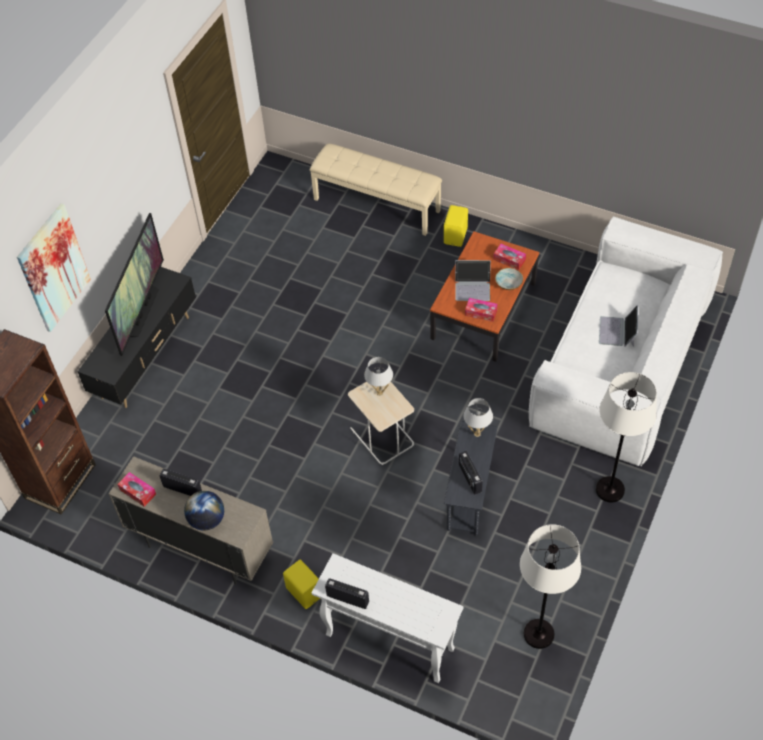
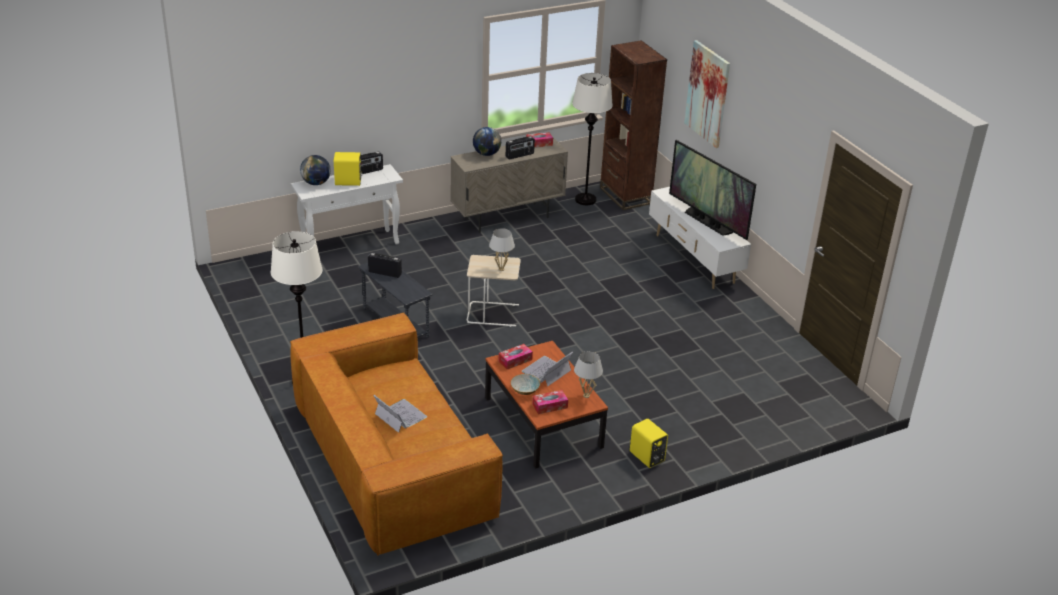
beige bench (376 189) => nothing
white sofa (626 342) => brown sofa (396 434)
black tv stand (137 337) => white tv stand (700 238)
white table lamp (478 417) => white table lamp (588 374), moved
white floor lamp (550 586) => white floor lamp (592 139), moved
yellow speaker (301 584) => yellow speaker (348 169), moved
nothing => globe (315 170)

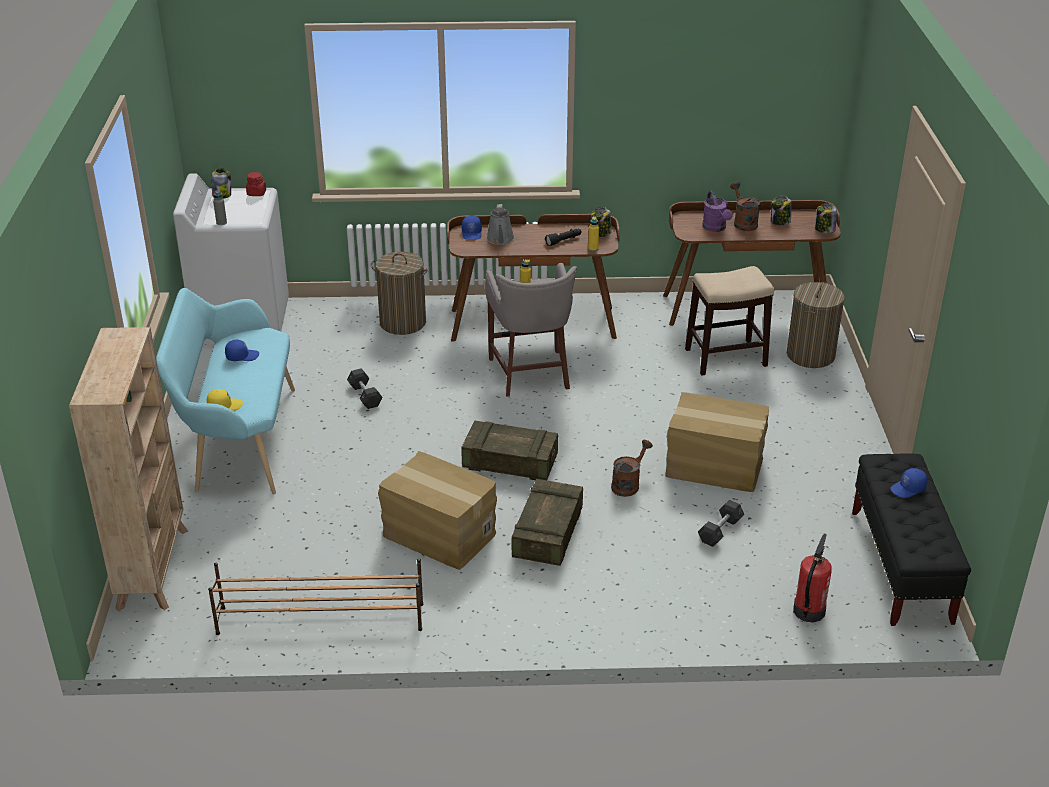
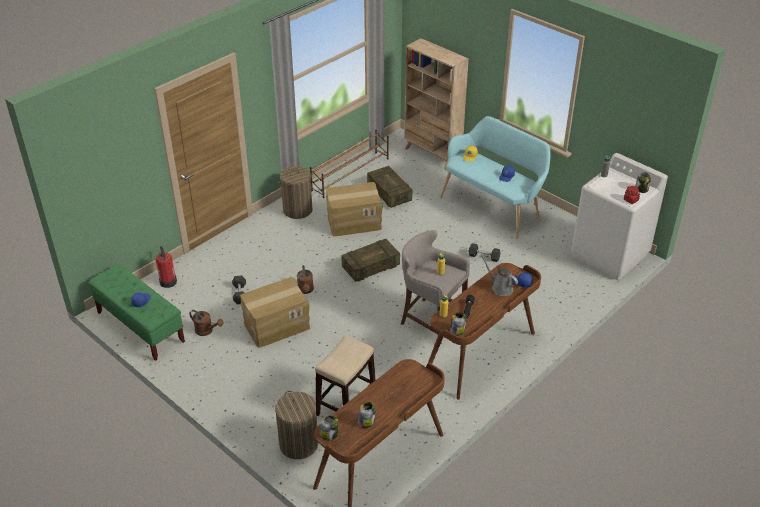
brown watering can (745 206) => brown watering can (206 323), moved
purple watering can (717 211) => nothing
laundry basket (399 293) => laundry basket (295 192), moved
black bench (911 539) => green bench (136 312)
crate (547 522) => crate (389 187), moved

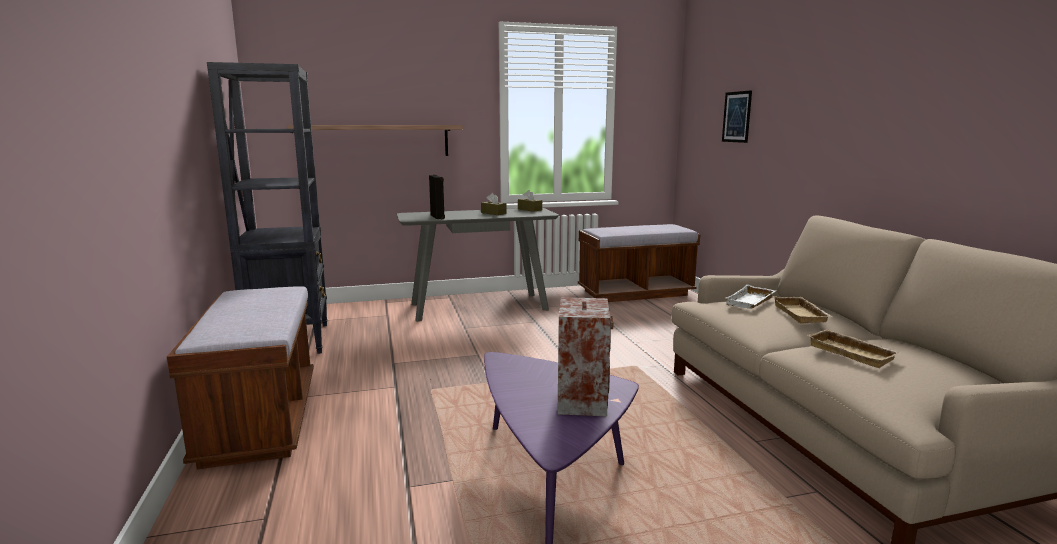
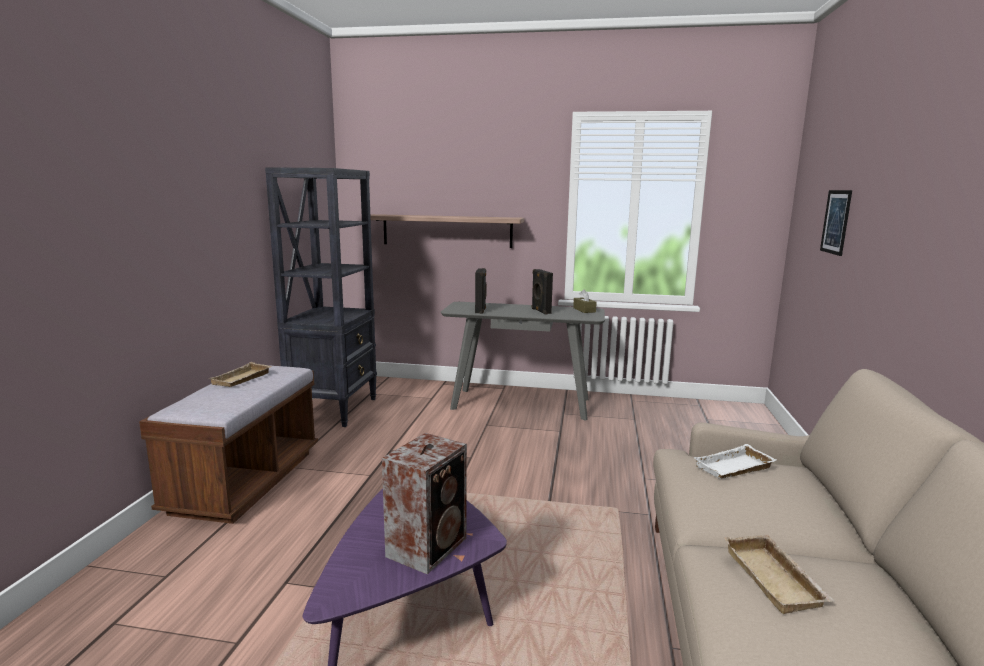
brown tissue box (494 204) => black speaker (542 292)
brown bench (639 263) => nothing
beige tray (802 310) => beige tray (241 374), moved

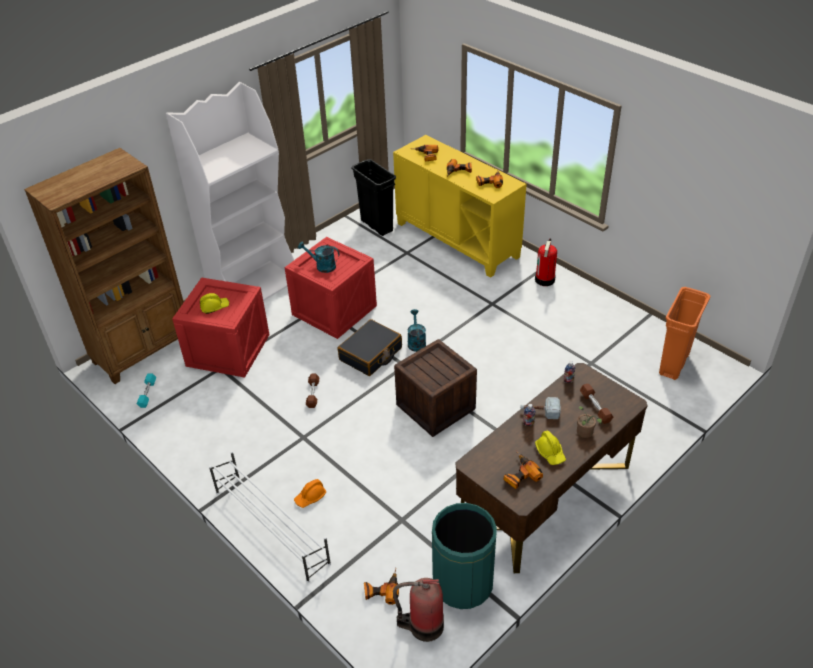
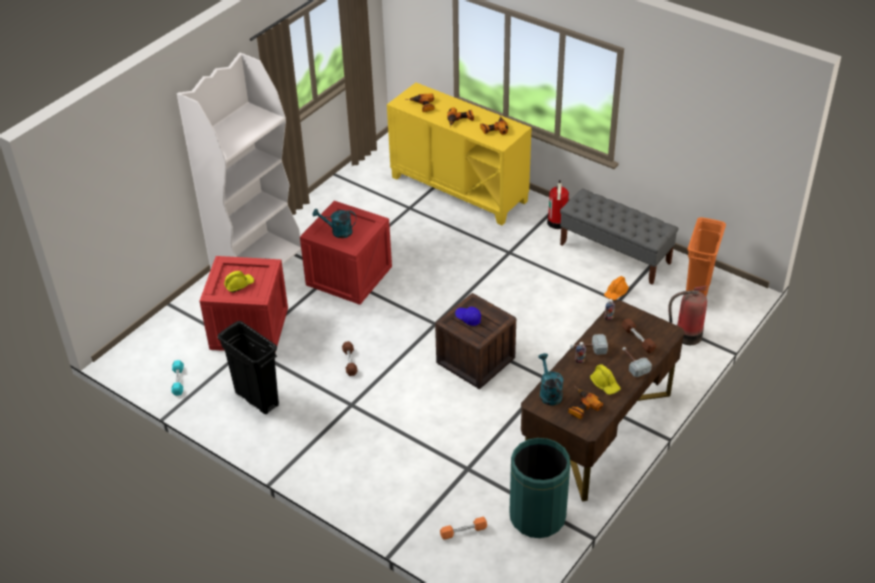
brown bookcase (104 266) => nothing
black trash can (373 197) => black trash can (248 367), moved
turquoise watering can (417 330) => turquoise watering can (550 379), moved
black suitcase (370 347) => nothing
potted plant (589 422) => hammer (637 362)
white shoe rack (270 517) => nothing
orange hard hat (310 493) => orange hard hat (616 288), moved
power drill (381 586) => orange dumbbell (463 528)
fire extinguisher (418 610) => fire extinguisher (687 315), moved
nothing => grey bench (619 236)
nothing => blue cap (468 316)

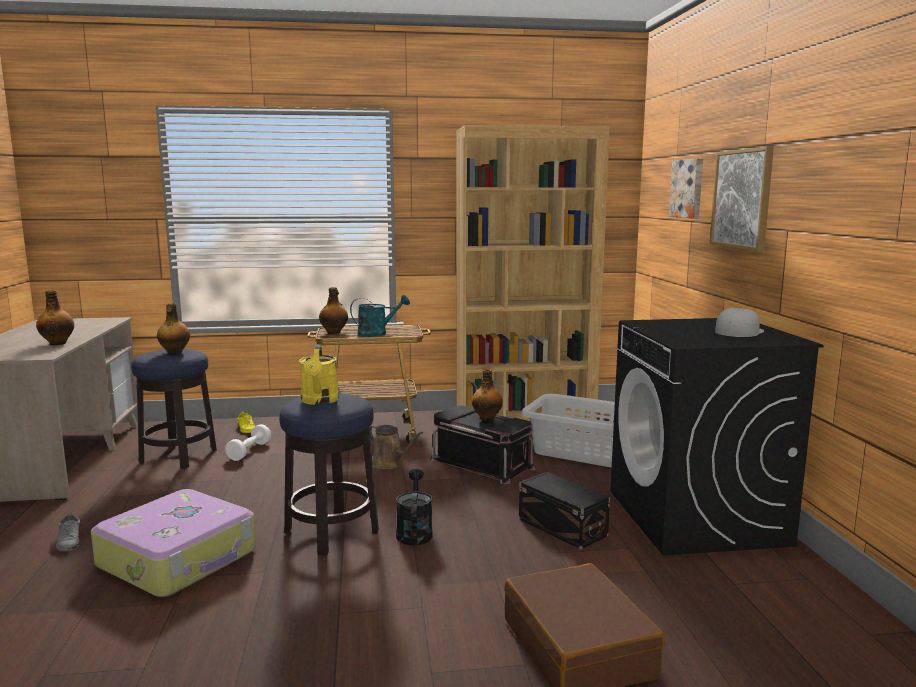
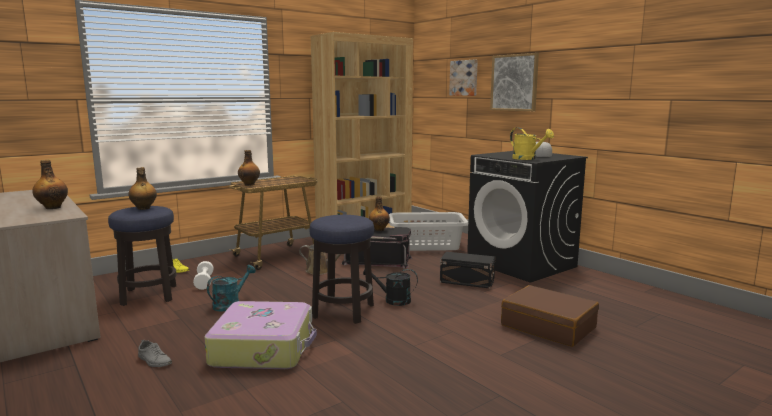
turquoise watering can (380 316) => turquoise watering can (231 288), moved
yellow watering can (319 374) => yellow watering can (532 143), moved
black watering can (414 507) => black watering can (390 287), 45 degrees counterclockwise

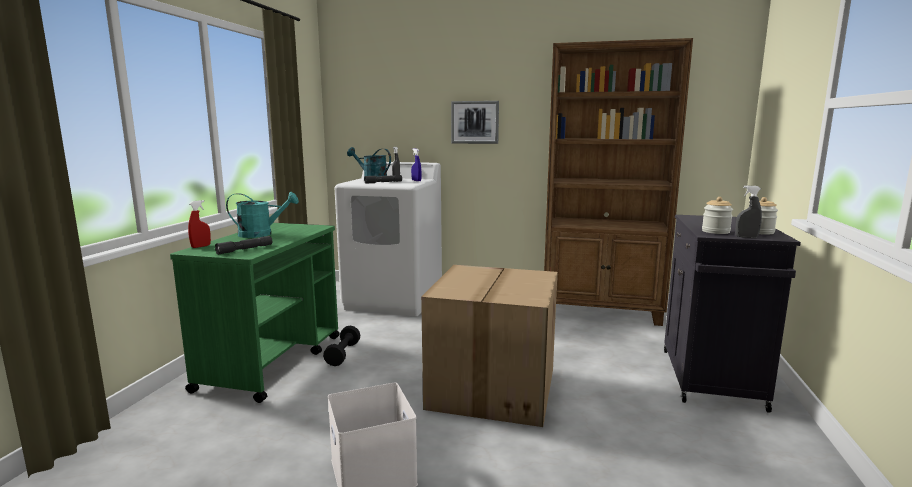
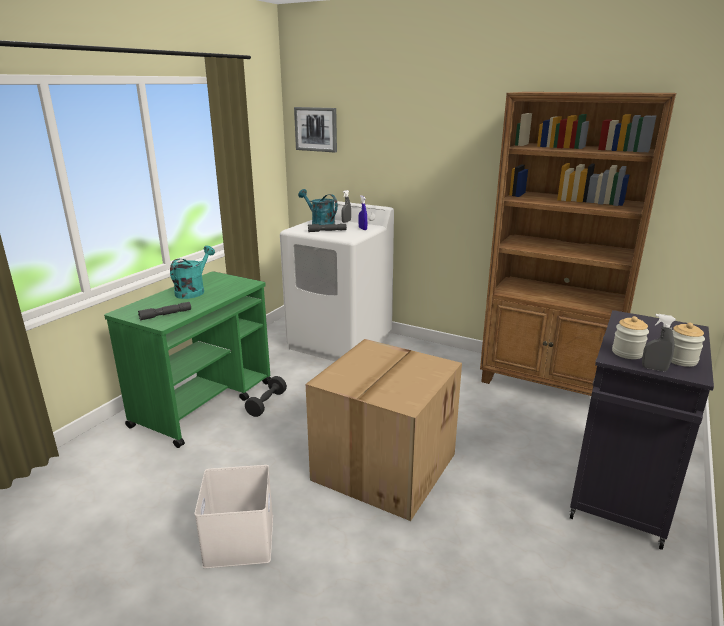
picture (475 122) => picture (315 130), moved
turquoise watering can (262 215) => turquoise watering can (192 272), 75 degrees counterclockwise
red spray bottle (199 224) => nothing

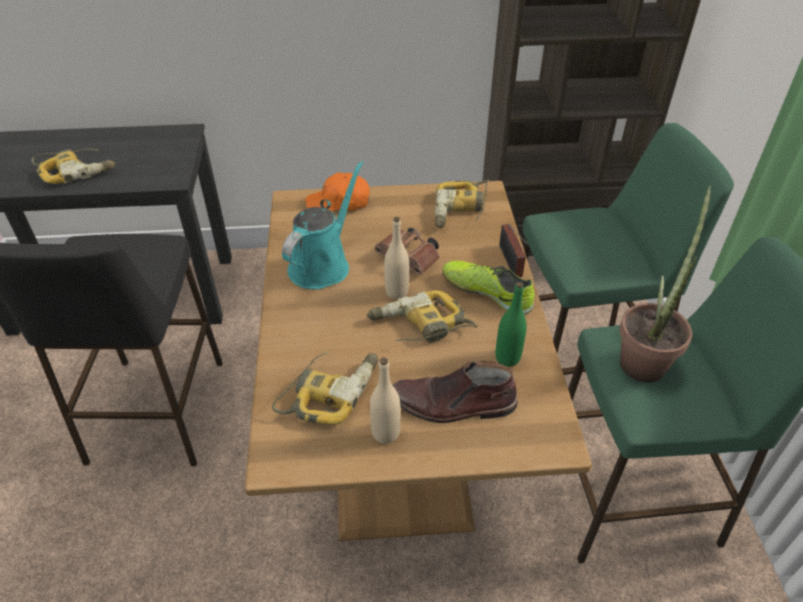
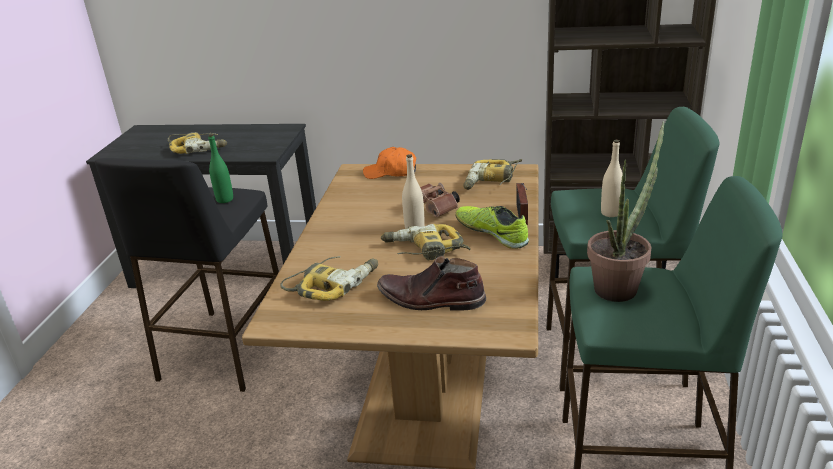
turquoise watering can (323 225) => nothing
green bottle (511 324) => green bottle (220 168), moved
beige bottle (385 400) => beige bottle (612 178), moved

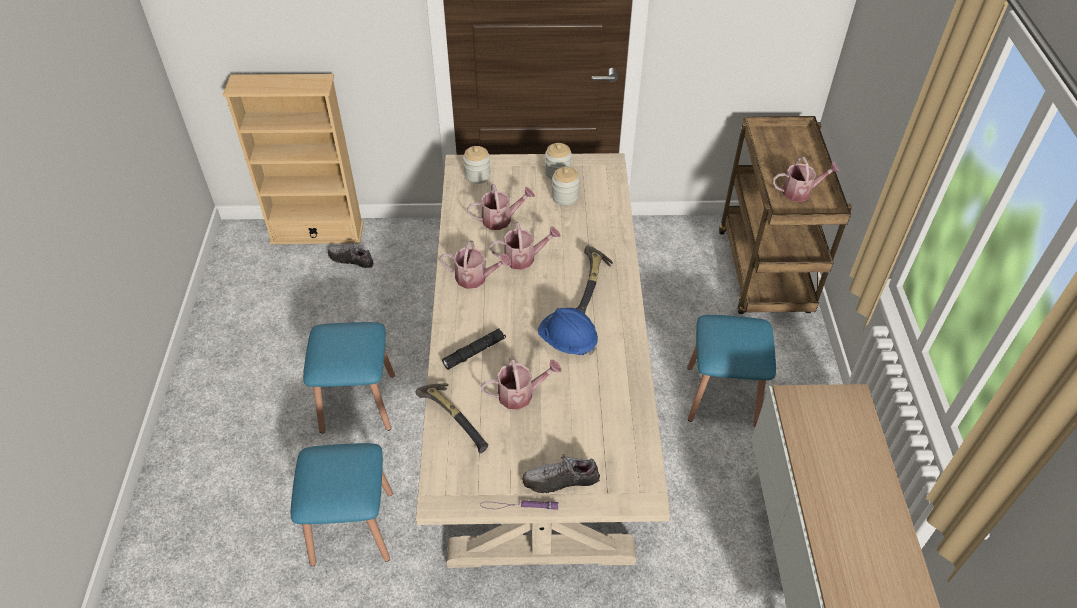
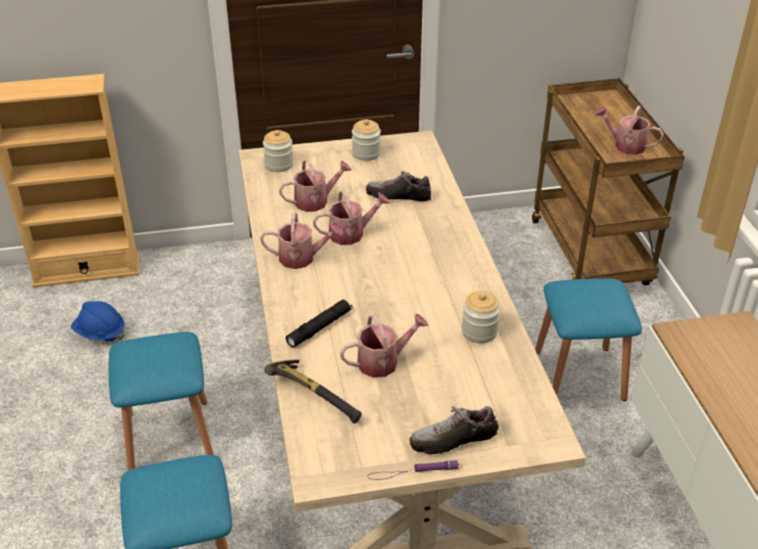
watering can (806 179) => watering can (629 130), 135 degrees counterclockwise
jar (565 186) => jar (480 317), moved
shoe (351 255) => shoe (398 186), moved
hammer (594 279) => nothing
blue hard hat (568 331) => blue hard hat (98 321), moved

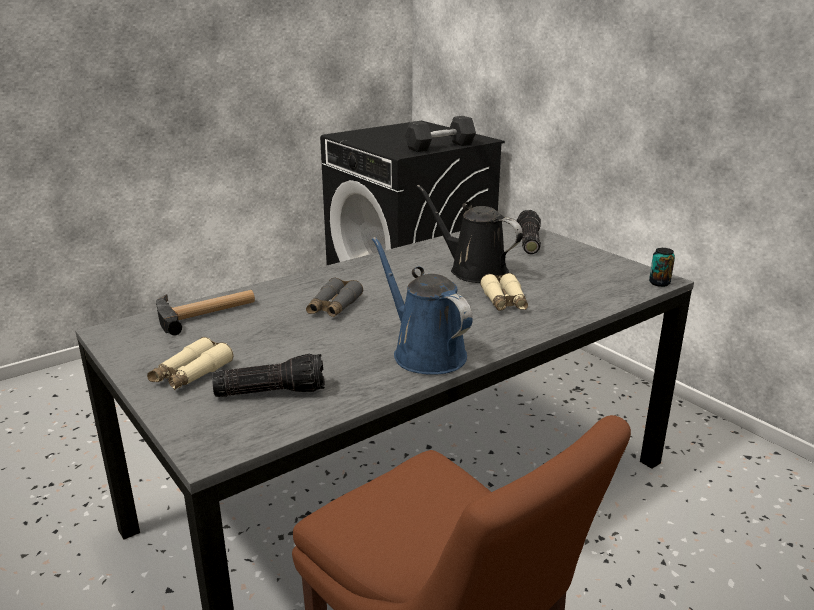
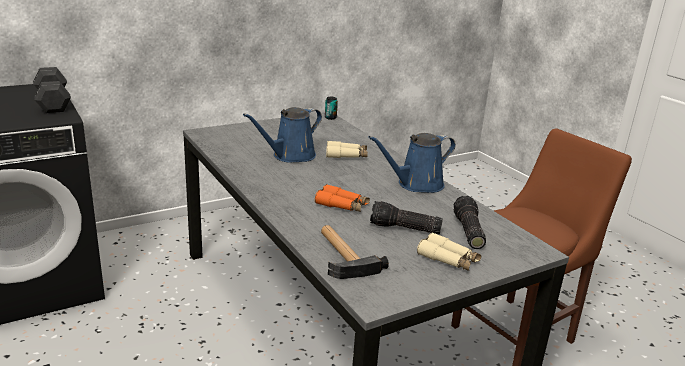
black watering can (469 234) => blue watering can (282 135)
flashlight (529 232) => flashlight (406 217), moved
grey binoculars (334 297) => orange binoculars (342 198)

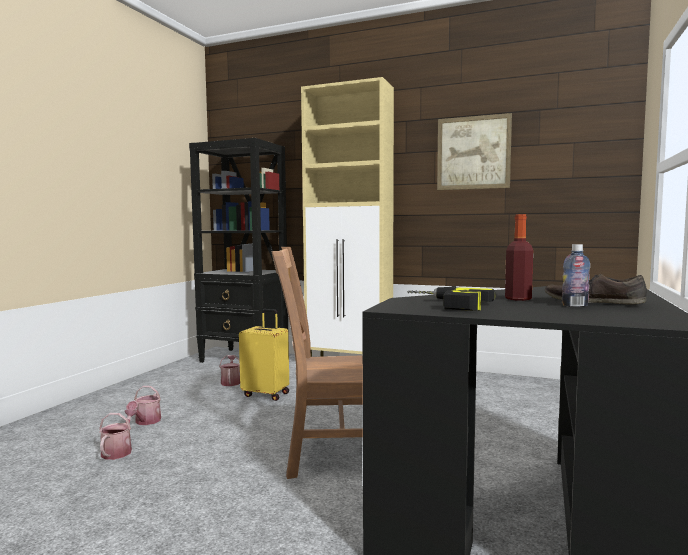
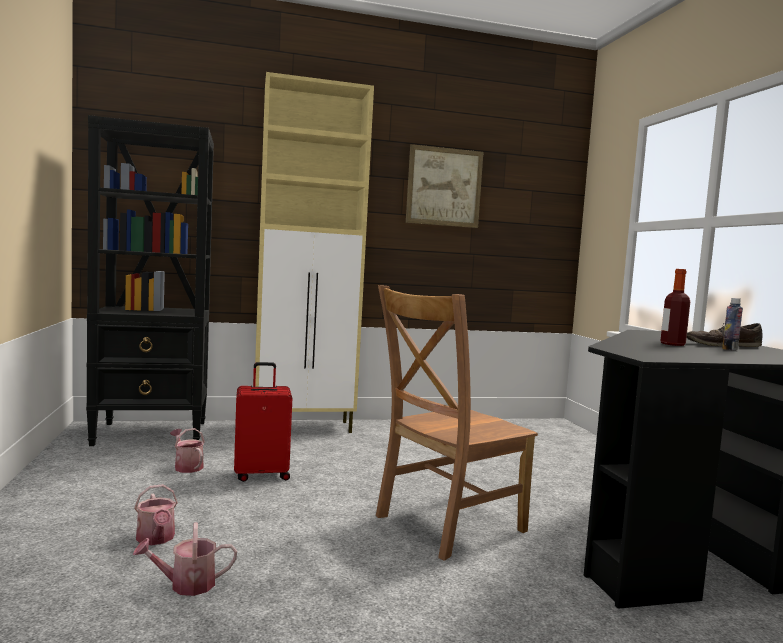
power drill (451 298) => nothing
yellow suitcase (264 355) => red suitcase (263 422)
watering can (118 434) => watering can (185 559), 75 degrees counterclockwise

